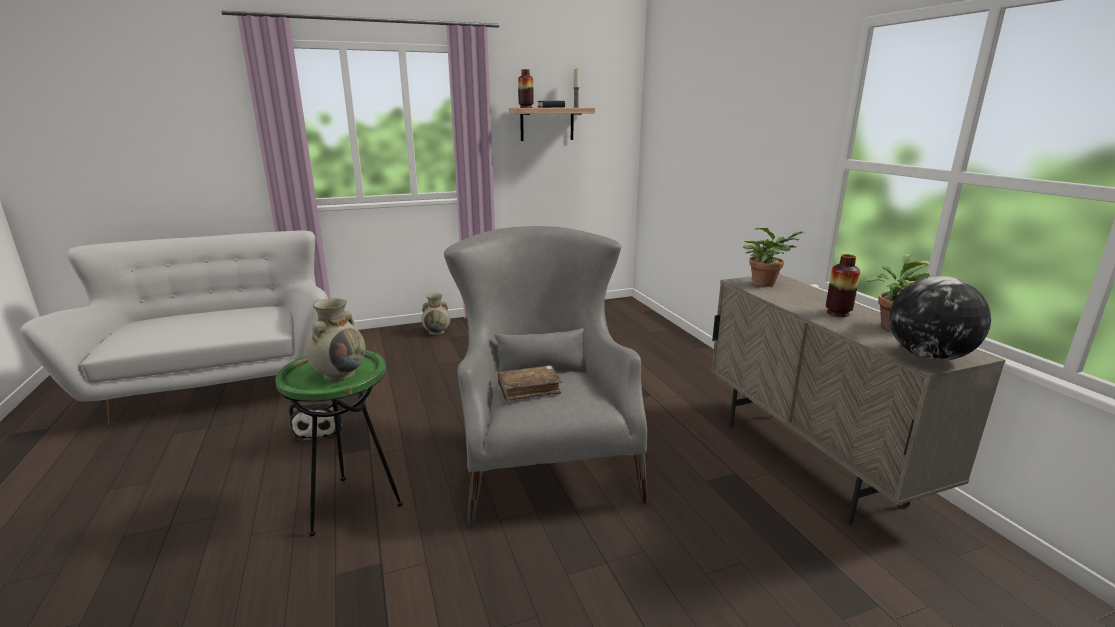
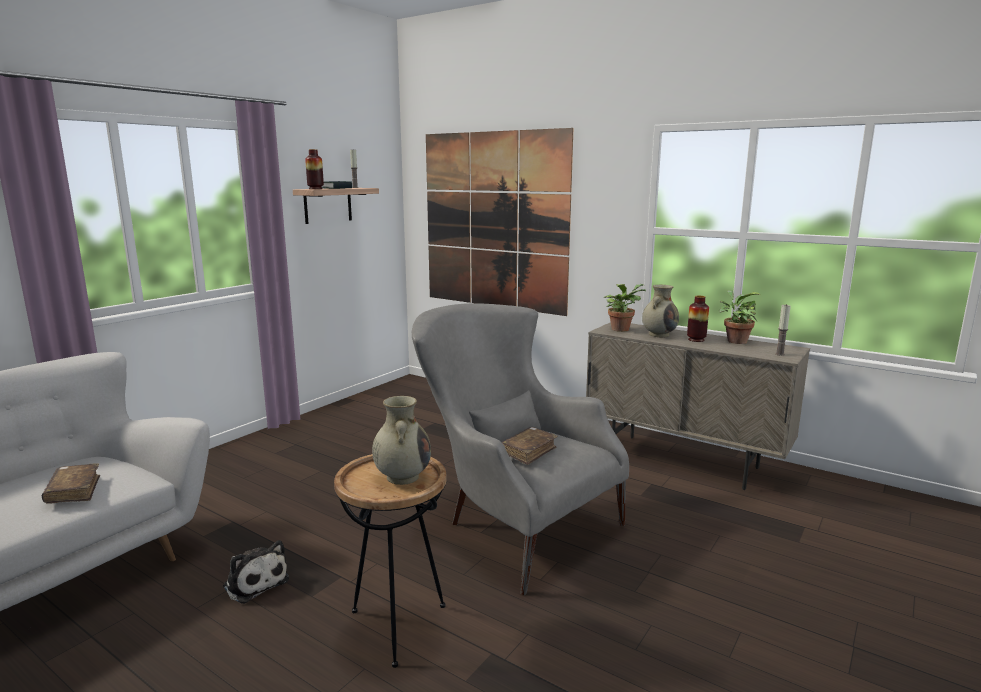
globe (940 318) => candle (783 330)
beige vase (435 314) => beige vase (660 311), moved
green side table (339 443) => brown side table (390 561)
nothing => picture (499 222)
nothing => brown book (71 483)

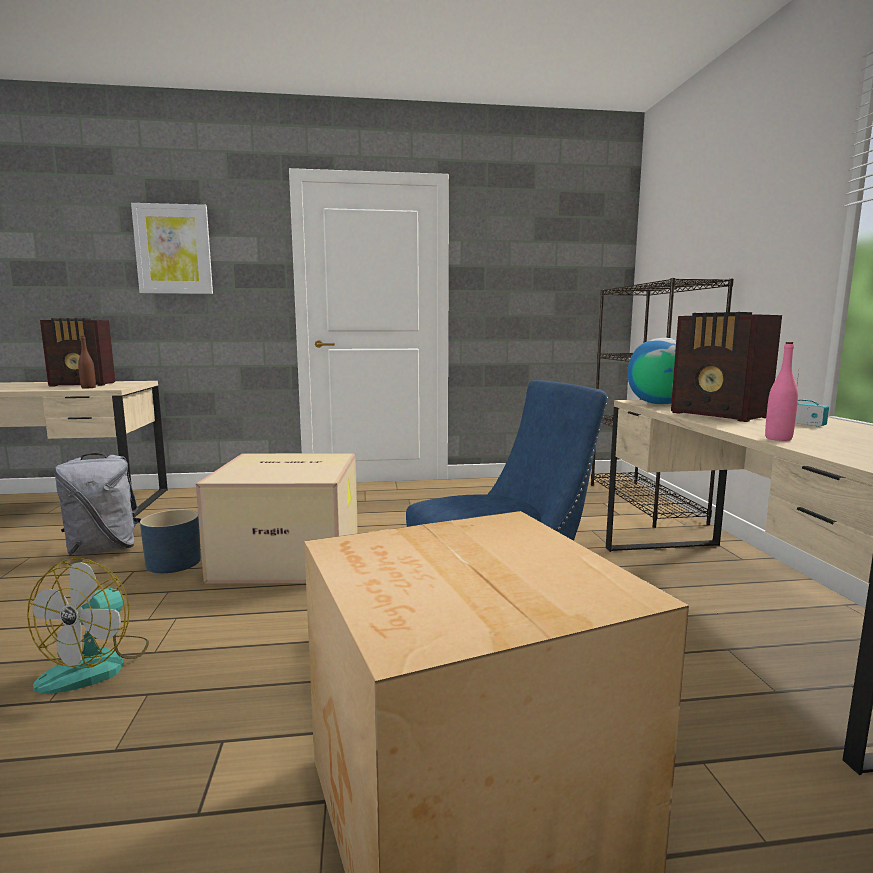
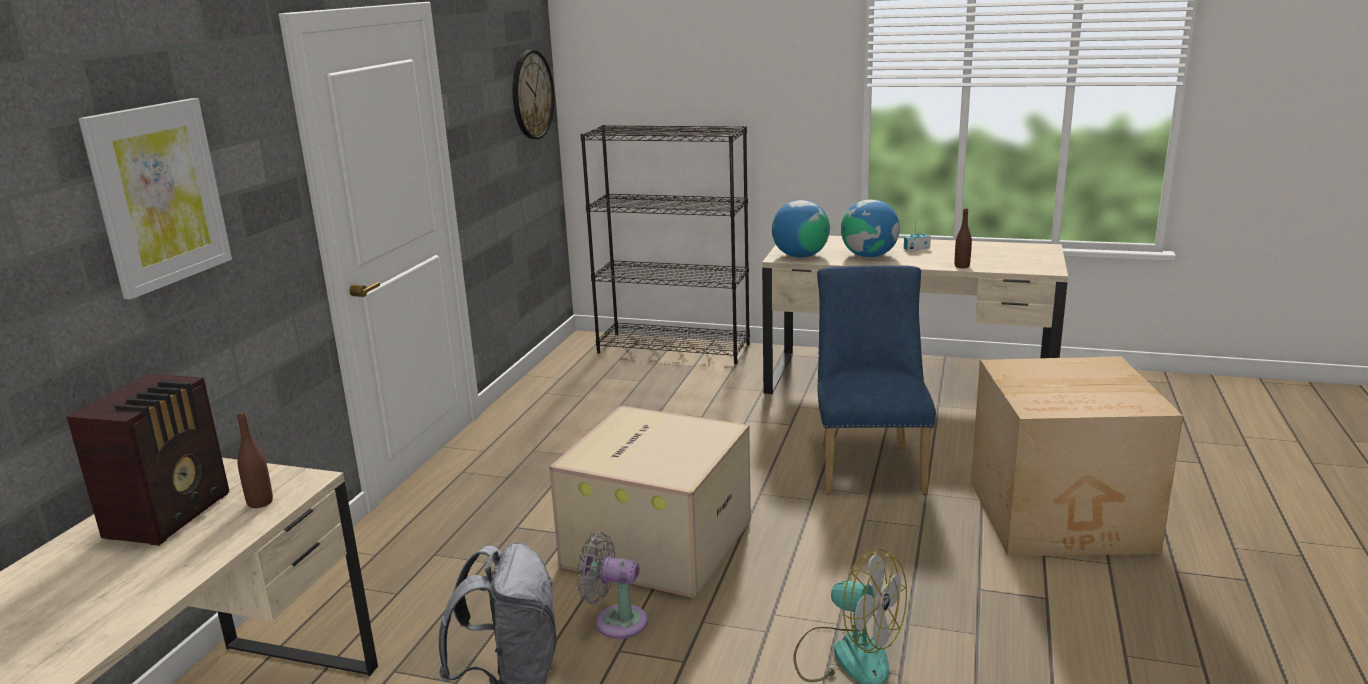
radio (726 367) => globe (870 228)
pink bottle (781 391) => brown bottle (963 238)
blue planter (170 541) => grey fan (612 585)
nothing => wall clock (533 94)

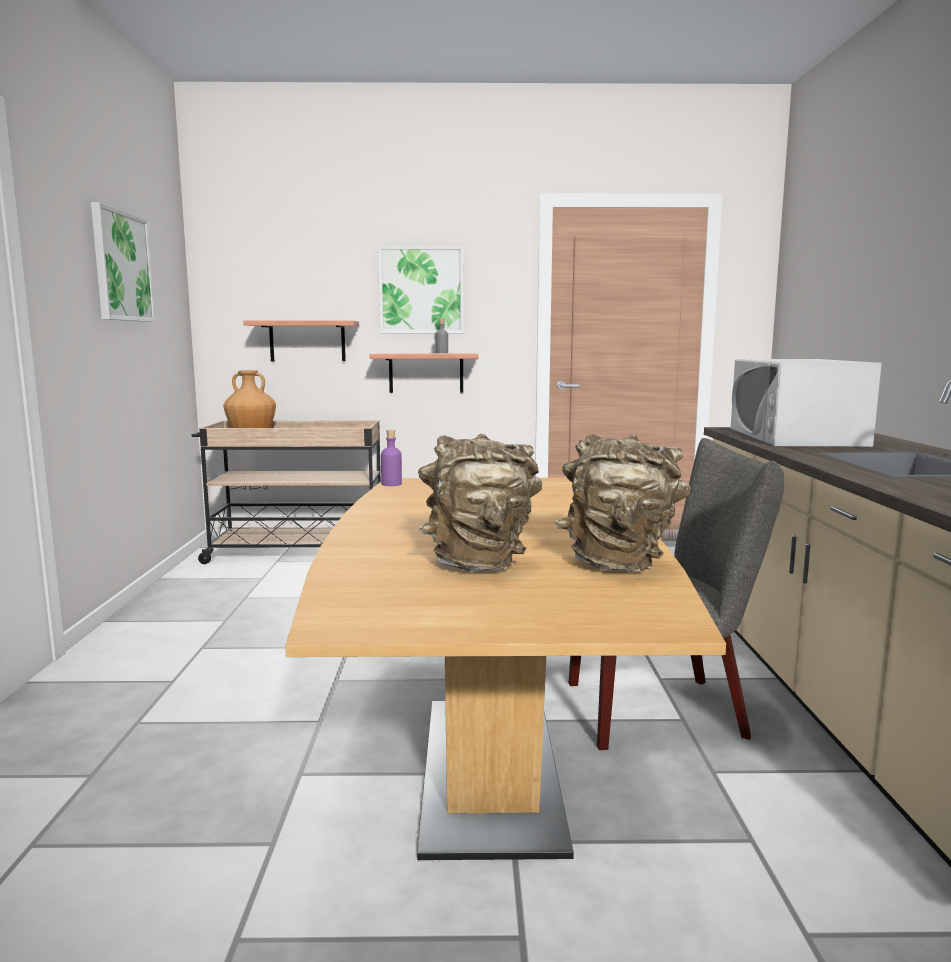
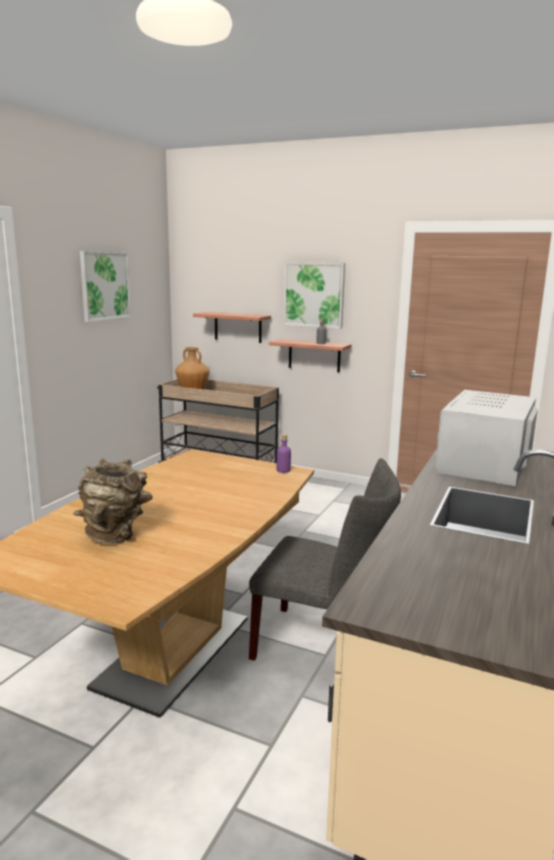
purple bottle (391 458) => purple bottle (284 453), moved
brown vase (623 503) => nothing

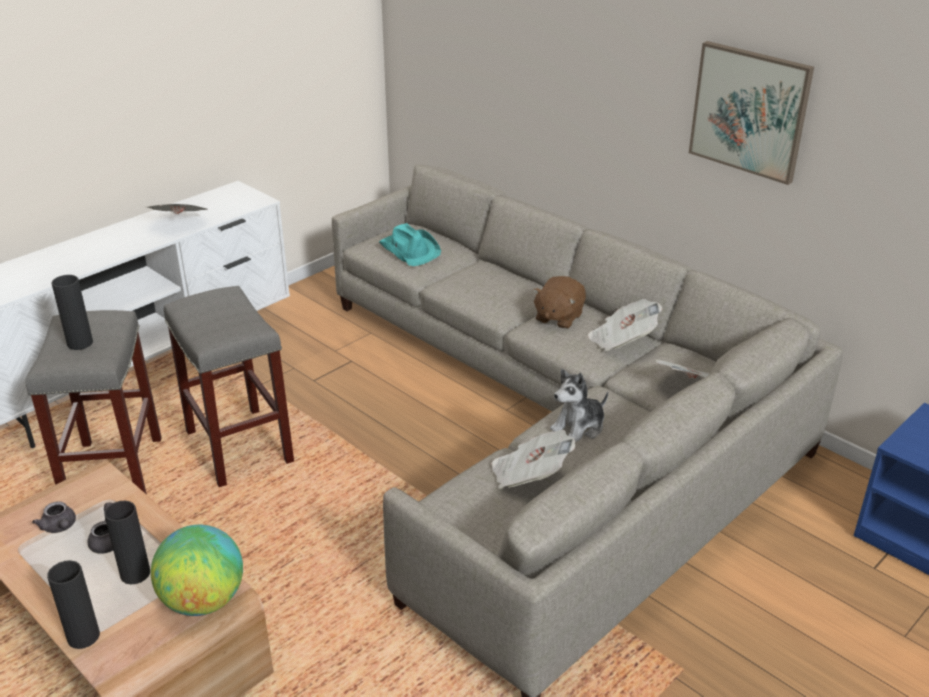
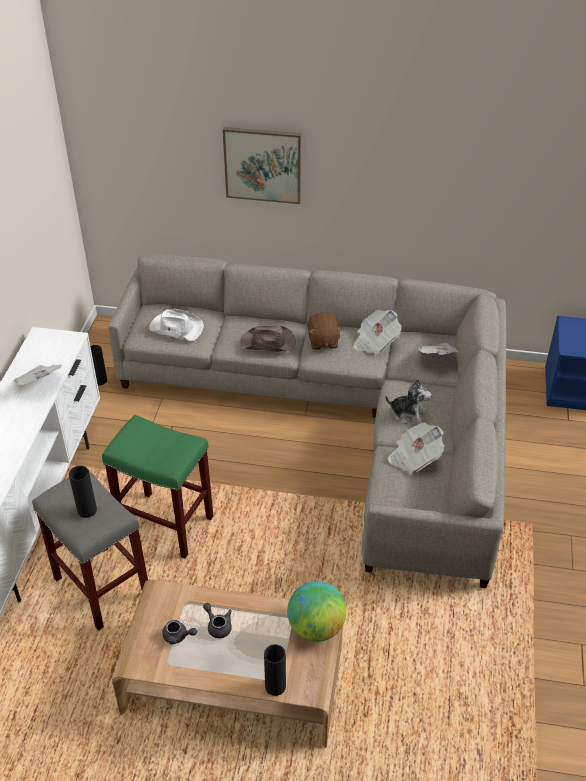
picture (751 113) => picture (262 165), moved
turquoise hat (410 244) => white hat (176 325)
grey stool (229 386) => green stool (157 487)
plush toy (579 405) => plush toy (408 401), 90 degrees counterclockwise
black vase (127 542) => black vase (98 365), moved
nothing => brown hat (268 338)

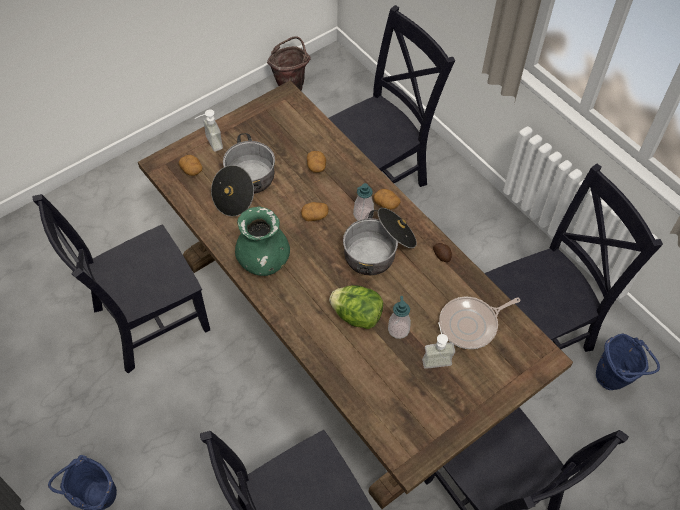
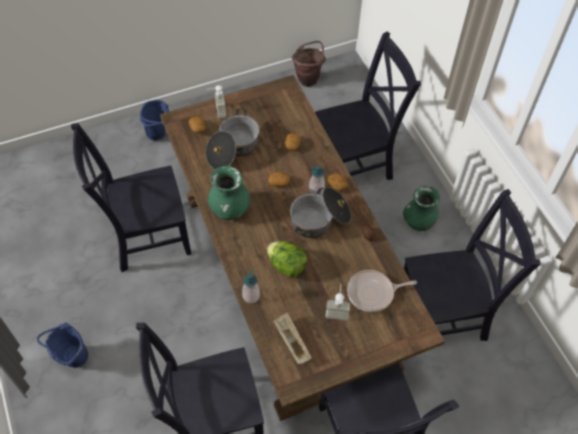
soap dispenser (399 317) => soap dispenser (251 286), moved
blue bucket (628 362) => blue bucket (154 120), moved
nothing => green vase (421 208)
nothing => beige tray (292 338)

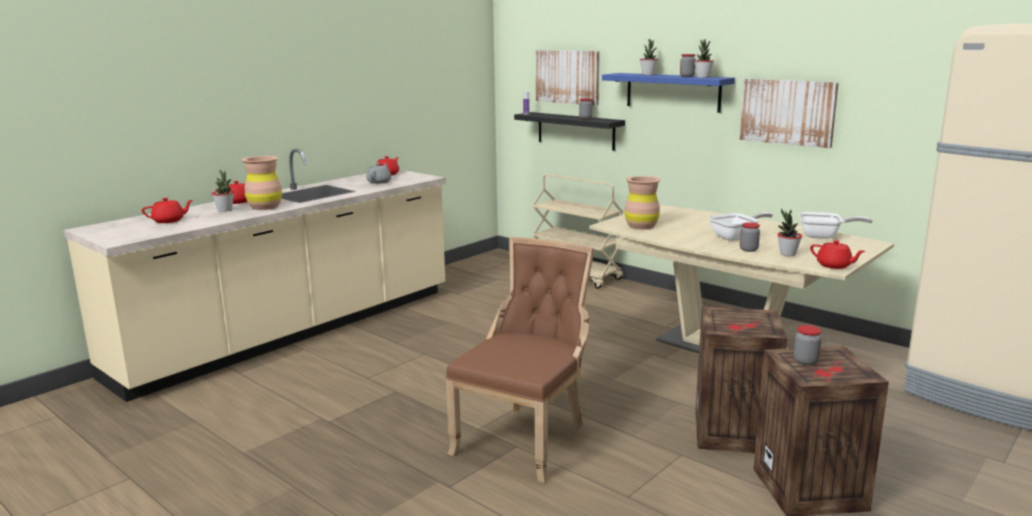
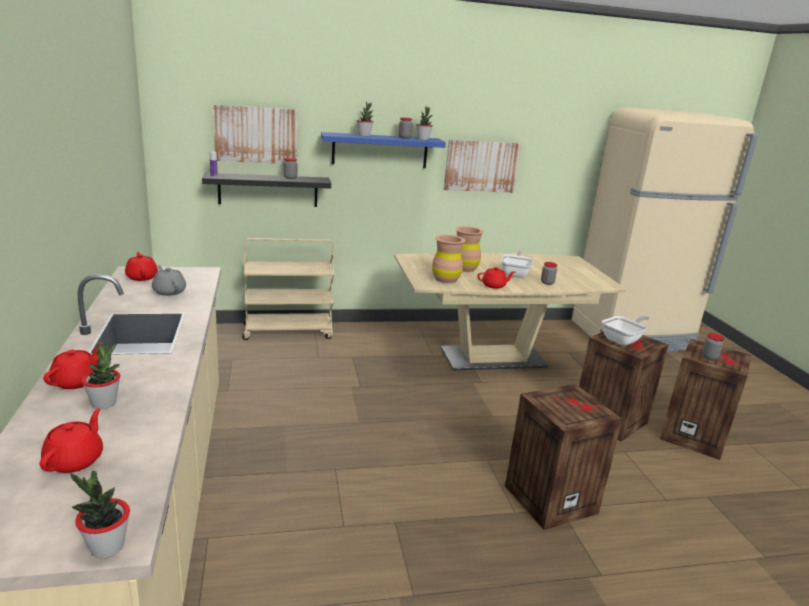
brown vase (262 183) => brown vase (469 249), moved
potted plant (789 232) => potted plant (100 515), moved
frying pan (836 225) => frying pan (626 330), moved
brown chair (520 360) => crate (563 457)
red teapot (837 254) => red teapot (496 278), moved

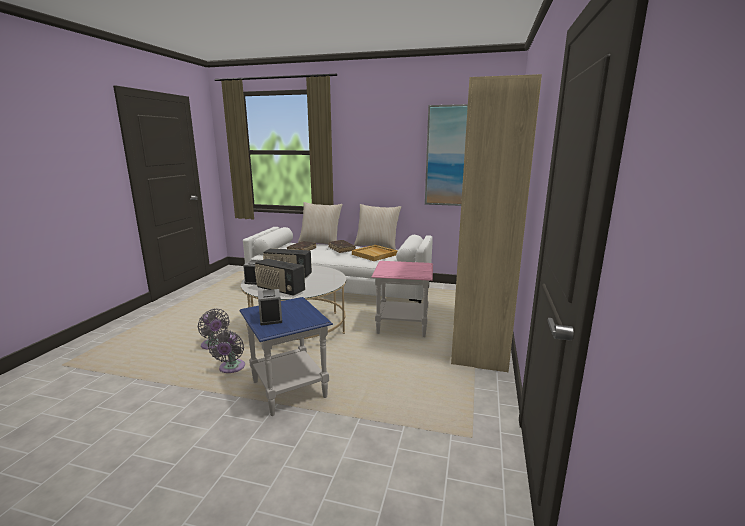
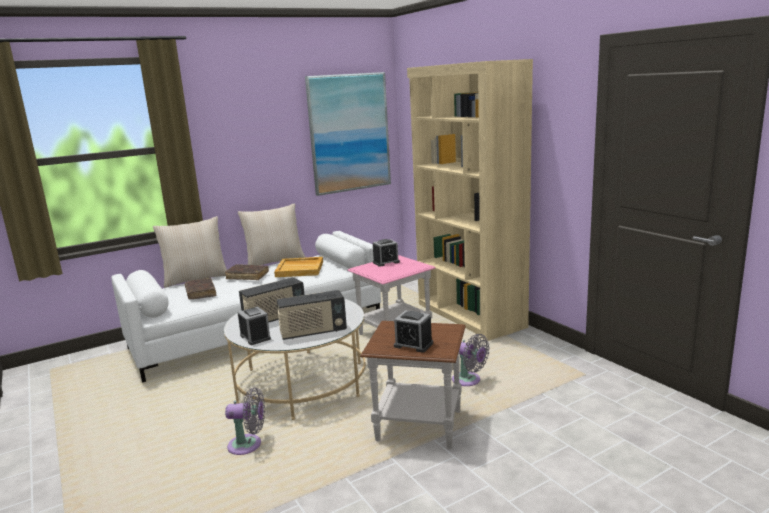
blue side table (286 356) => brown side table (413 385)
grey fan (226 351) => grey fan (471 360), moved
nothing => alarm clock (386 253)

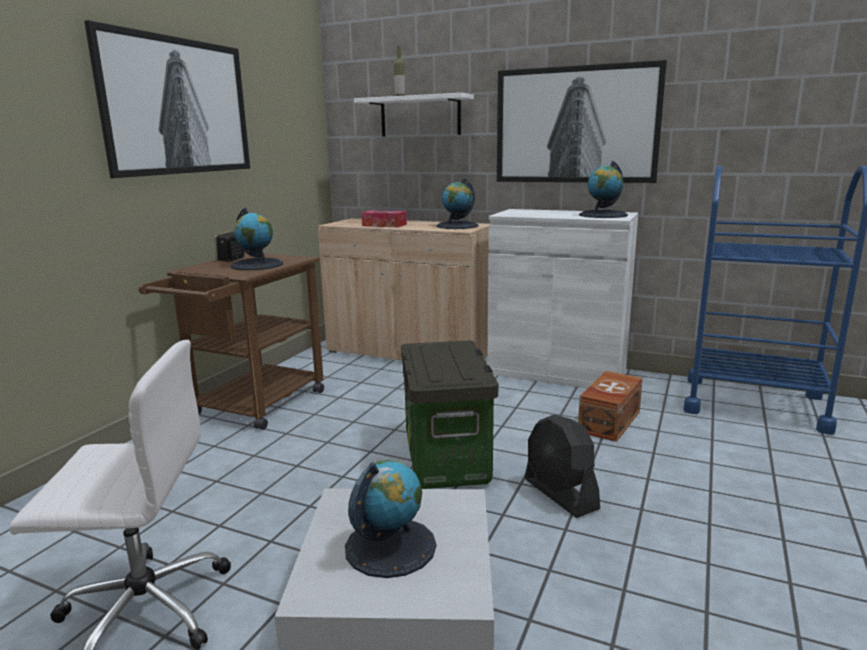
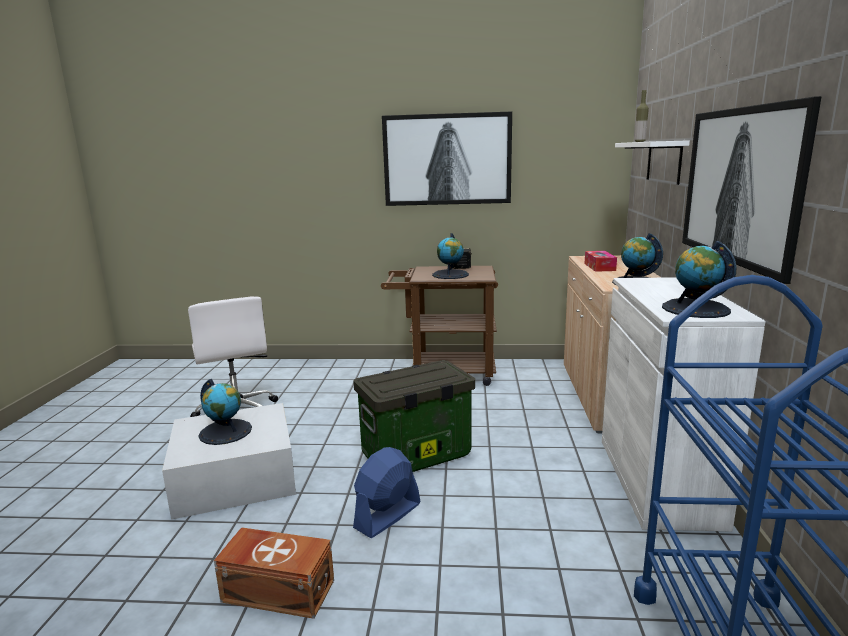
brown storage box (610 406) => brown storage box (274 573), moved
black fan (562 466) => blue fan (386 492)

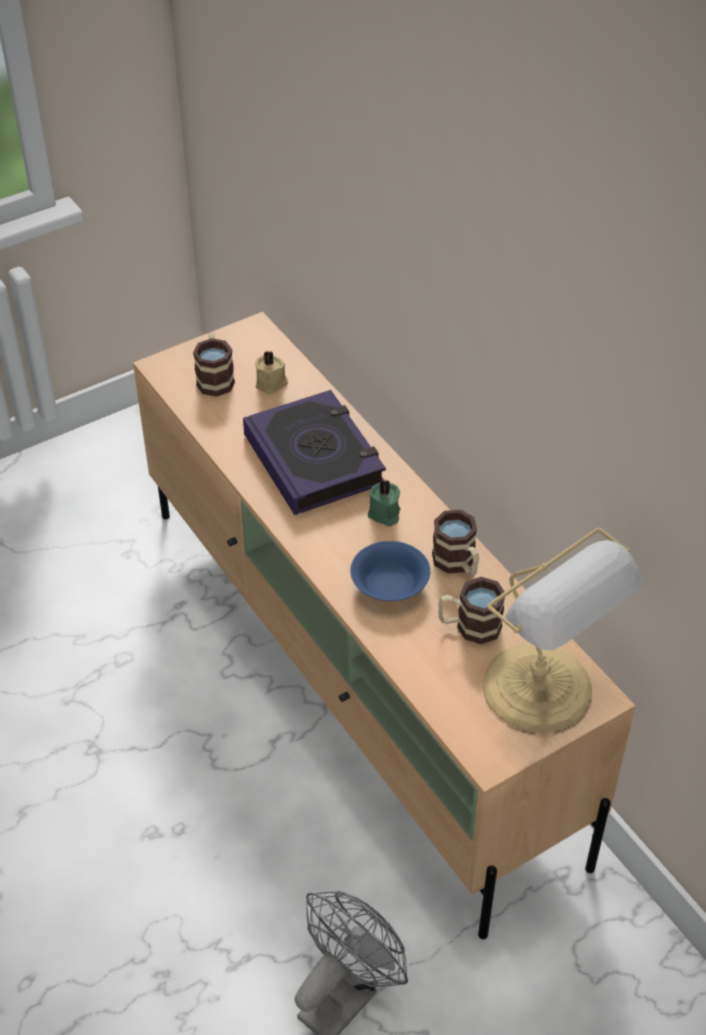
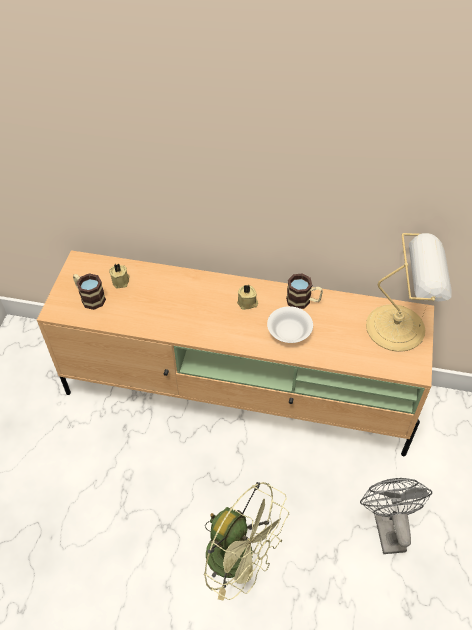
book (314 452) => nothing
green candle (384 502) => beige candle (247 297)
blue bowl (390 571) => white bowl (290 324)
mug (471 610) => nothing
nothing => green fan (246 541)

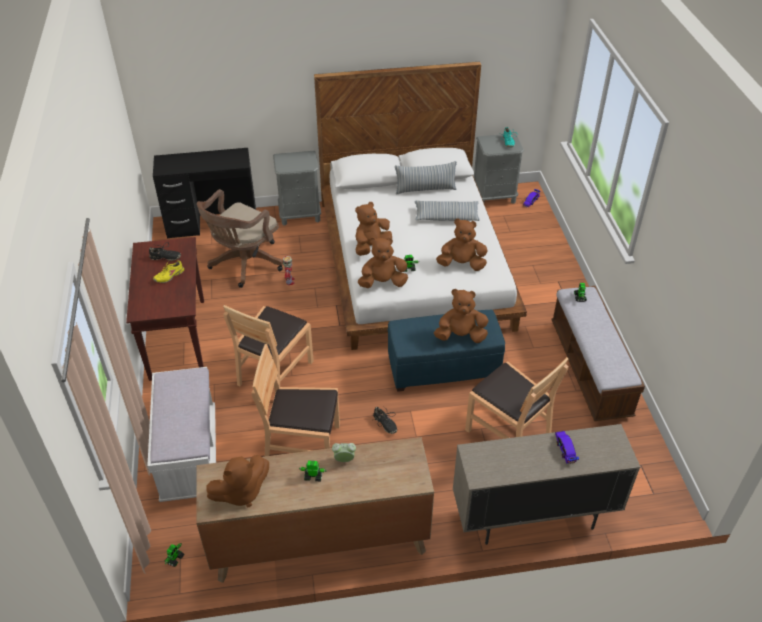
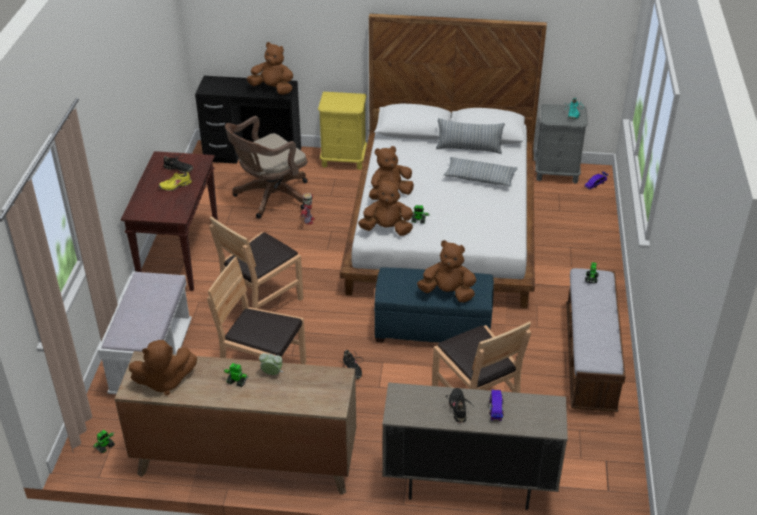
grey nightstand (297 188) => yellow nightstand (342 131)
brown plush toy (462 244) => brown plush toy (270 68), moved
nothing => black shoe (458 405)

